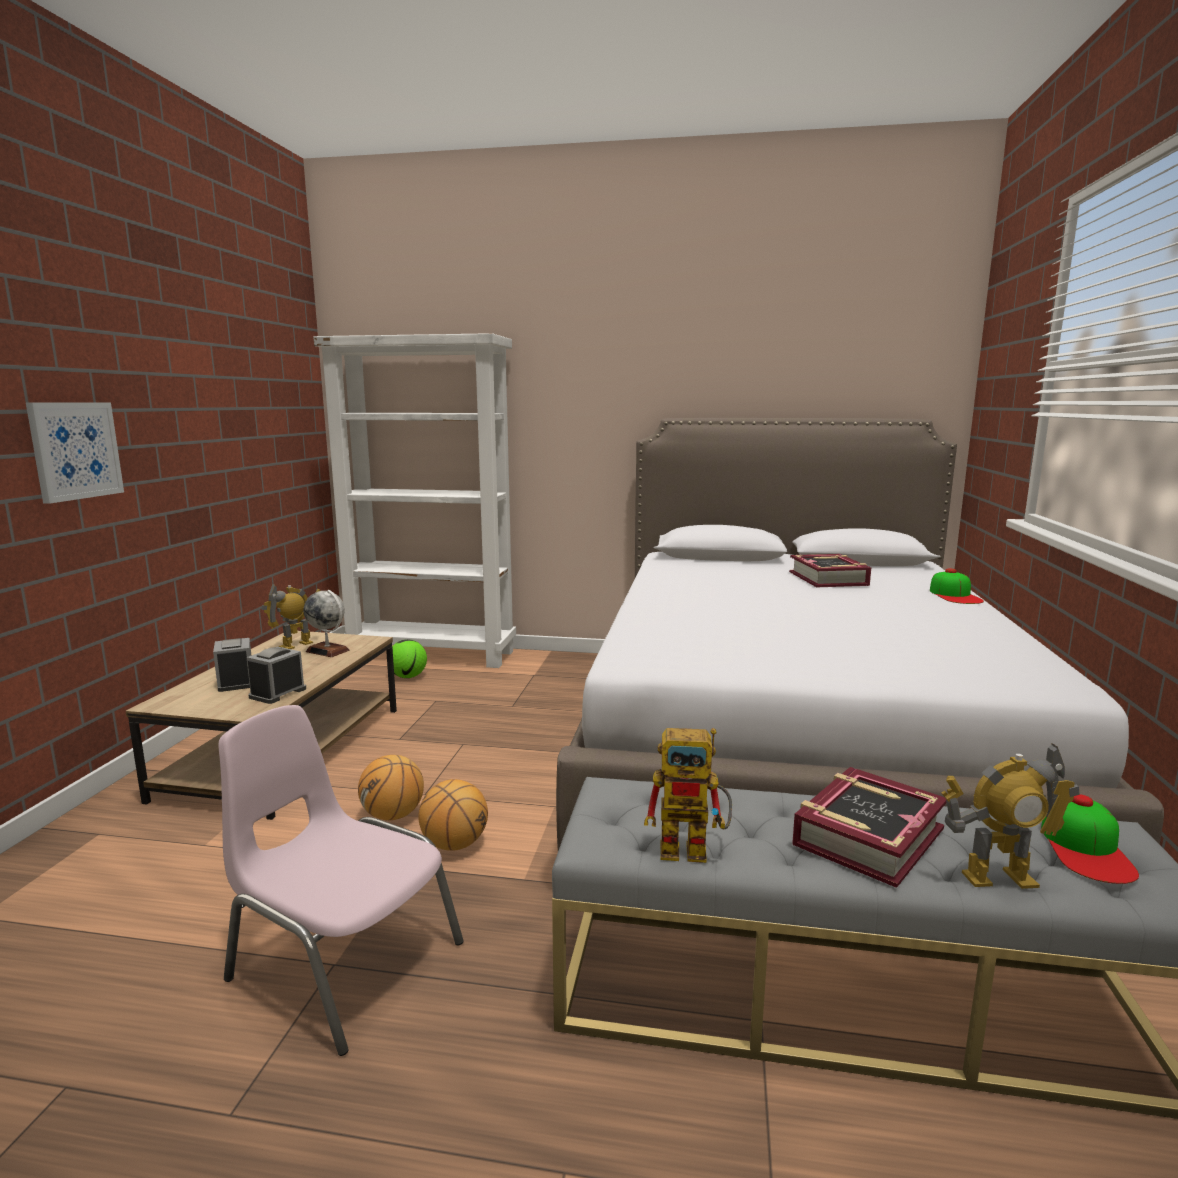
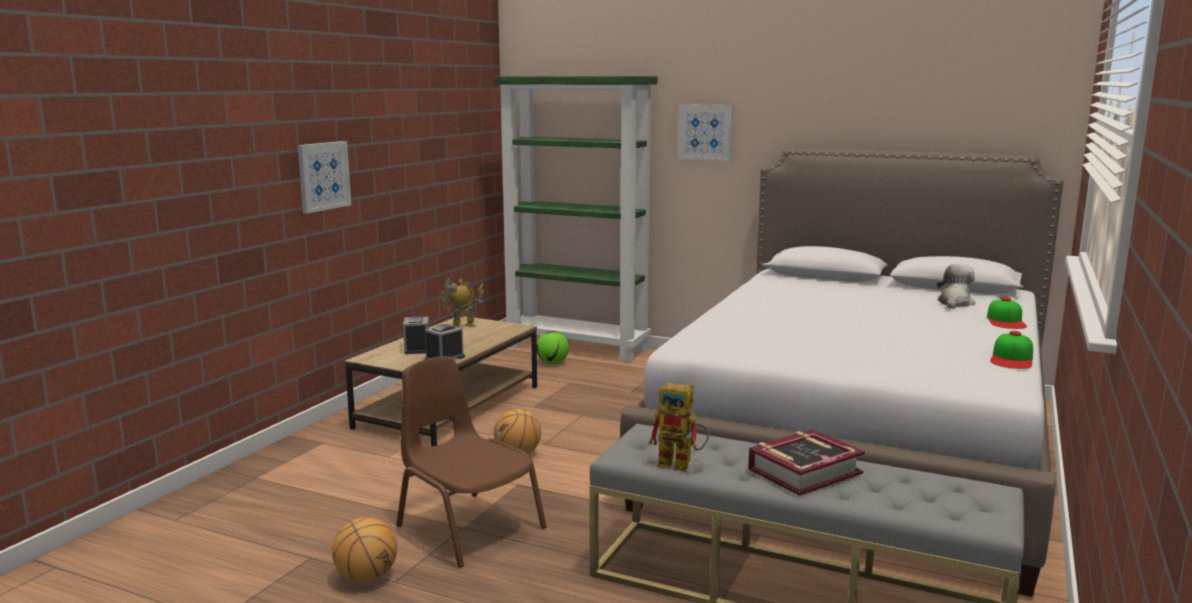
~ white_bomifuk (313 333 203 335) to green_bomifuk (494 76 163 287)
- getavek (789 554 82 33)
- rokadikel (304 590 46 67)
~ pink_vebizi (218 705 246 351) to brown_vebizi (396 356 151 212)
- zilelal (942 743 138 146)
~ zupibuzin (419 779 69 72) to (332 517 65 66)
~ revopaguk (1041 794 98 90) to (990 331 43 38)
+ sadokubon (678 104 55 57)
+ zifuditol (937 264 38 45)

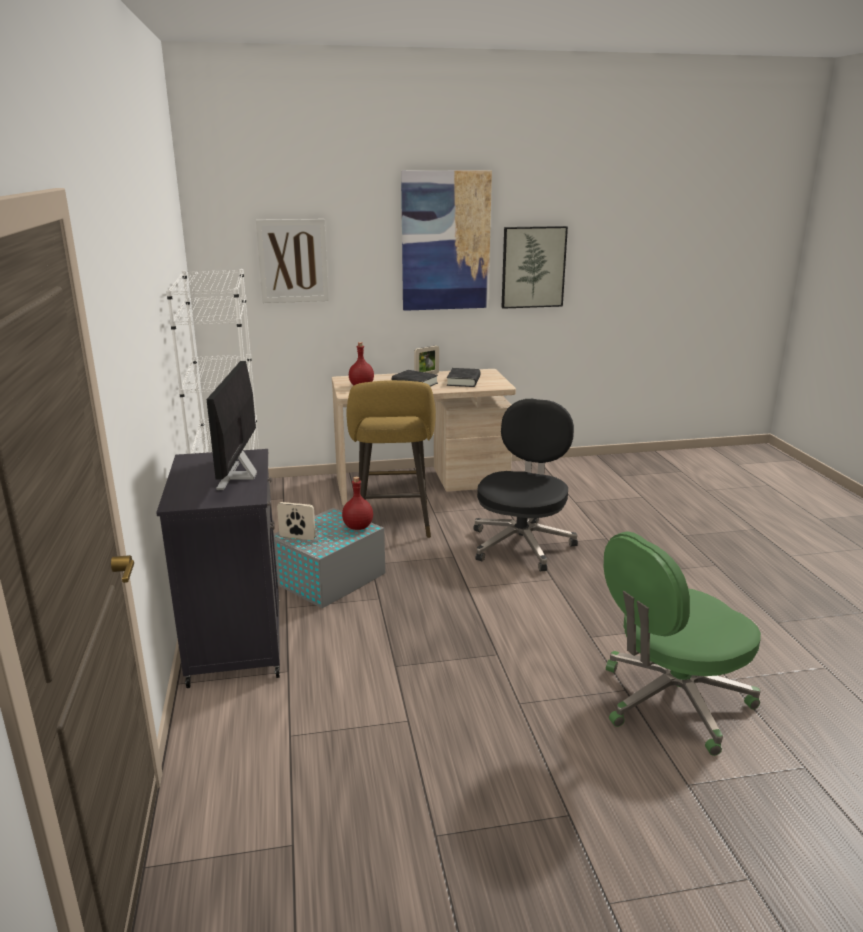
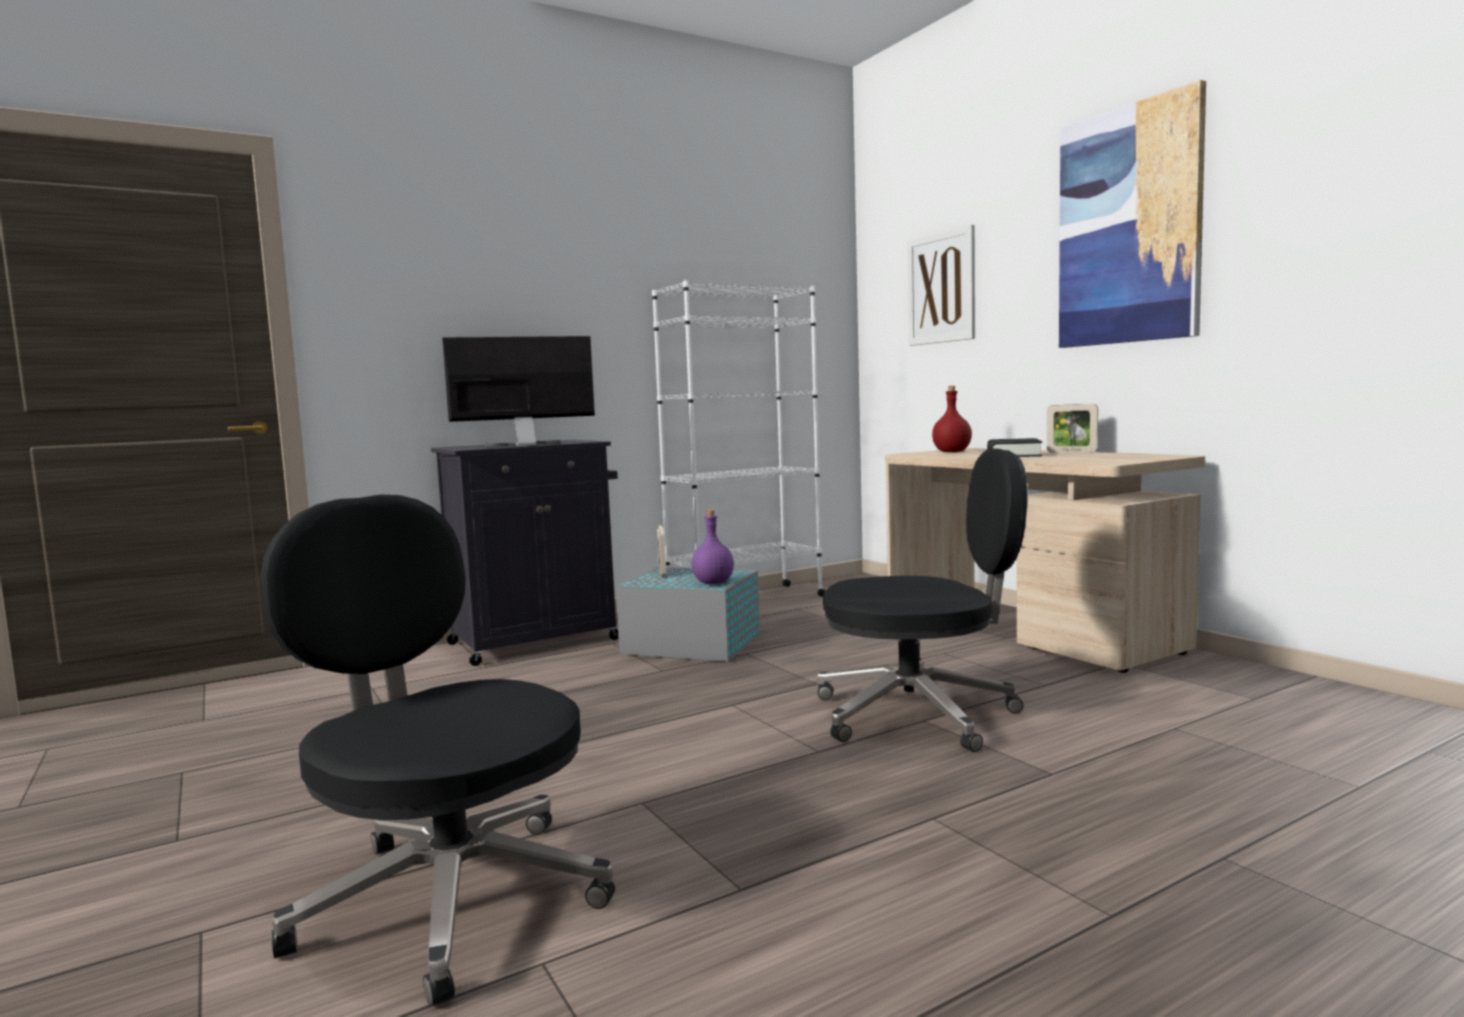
- sadokubon (501 226 67 83)
- black_getavek (447 368 33 19)
- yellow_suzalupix (346 380 90 158)
~ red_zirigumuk (342 477 31 53) to purple_zirigumuk (692 510 42 74)
~ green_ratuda (604 532 157 224) to black_ratuda (260 495 355 511)

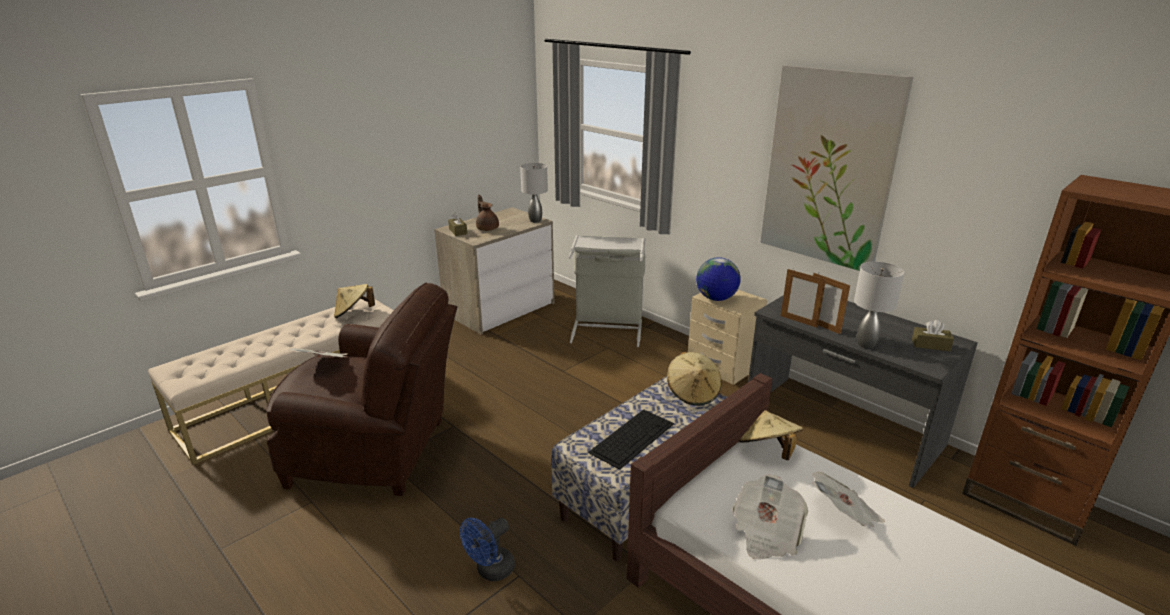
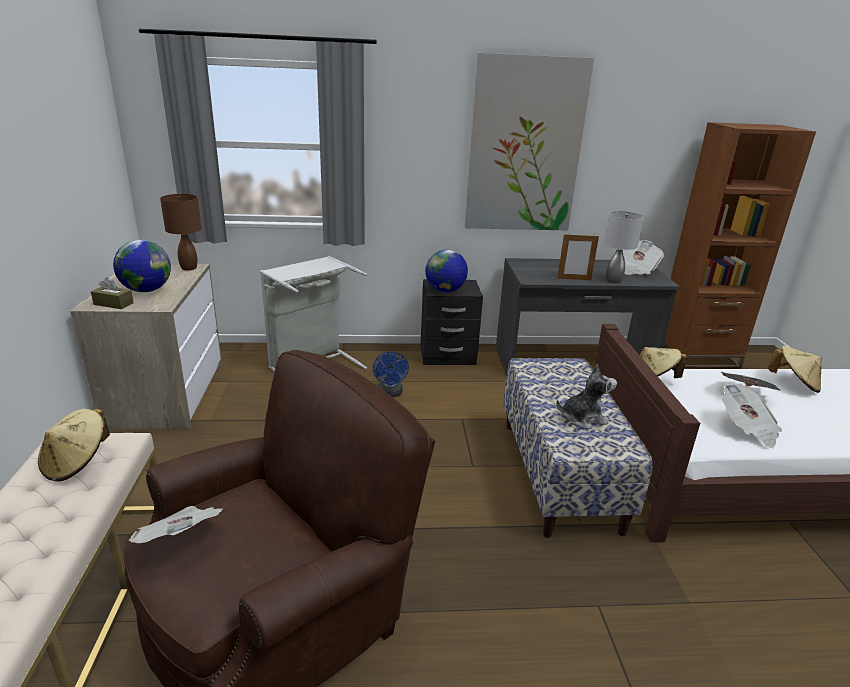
~ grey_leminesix (520 163 28 59) to brown_leminesix (160 194 42 77)
~ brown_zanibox (476 195 23 36) to rokadikel (113 240 58 52)
- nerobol (781 269 45 59)
~ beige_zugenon (688 290 79 95) to black_zugenon (420 279 63 86)
~ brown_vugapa (912 320 42 31) to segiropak (623 240 41 35)
~ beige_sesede (667 352 55 53) to (769 345 53 48)
~ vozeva (588 409 86 61) to zifuditol (557 364 60 65)
~ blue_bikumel (460 518 55 63) to (373 351 36 46)

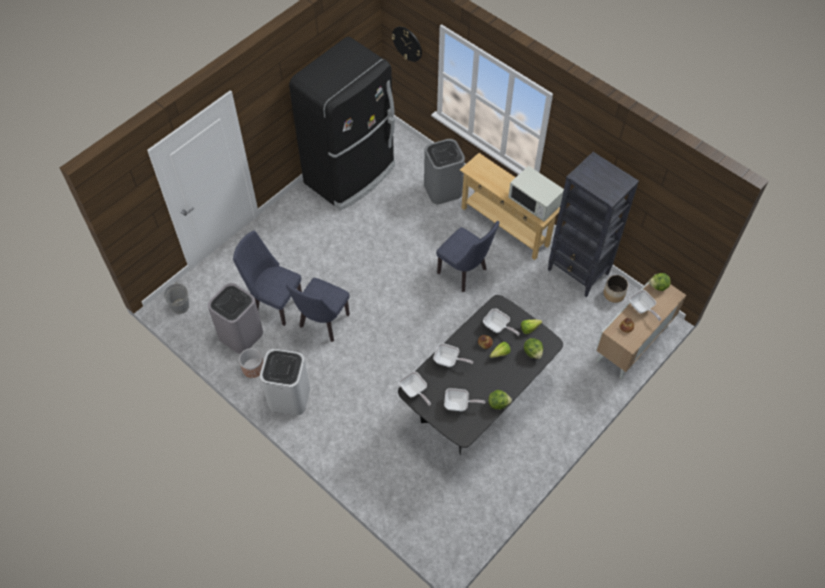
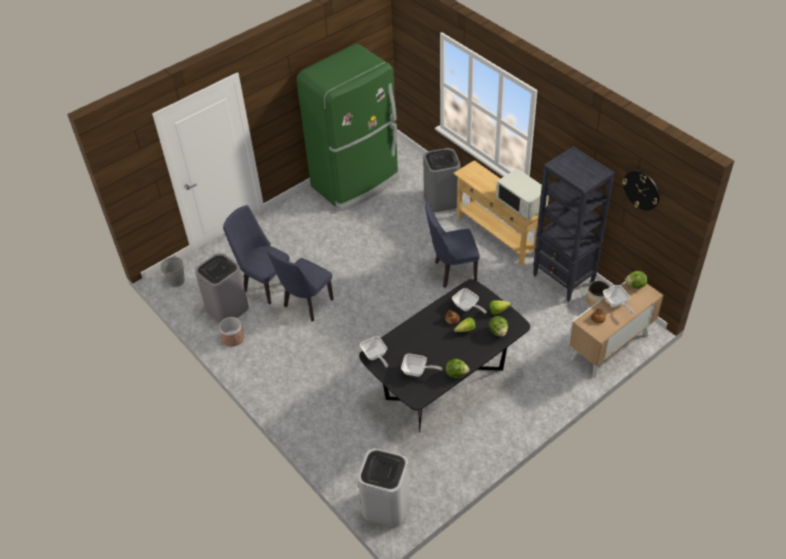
~ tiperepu (392 26 30 36) to (623 170 37 40)
~ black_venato (289 37 106 174) to green_venato (297 44 102 167)
~ blue_vebizi (436 221 63 71) = (425 202 55 86) 120 degrees clockwise
- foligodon (433 343 40 24)
~ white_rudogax (260 349 50 66) to (358 448 52 79)

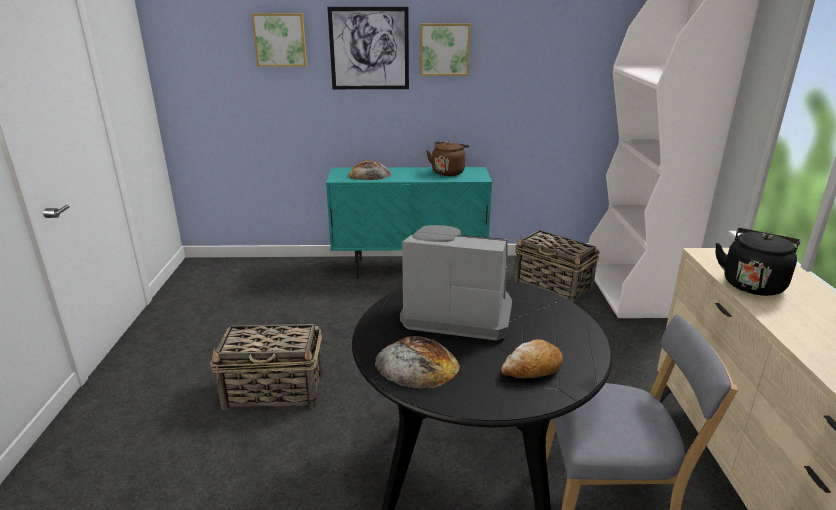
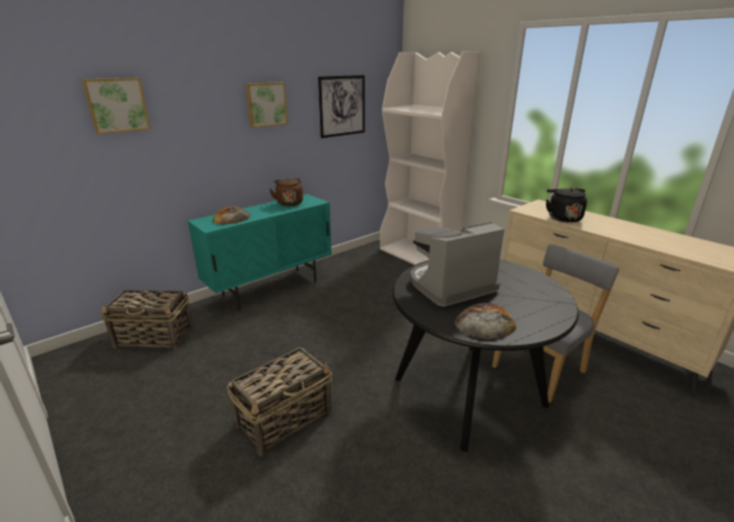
~ sadokubon (327 7 82 82) to (318 75 47 63)
~ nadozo (514 230 86 73) to (100 290 93 60)
- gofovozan (501 339 62 40)

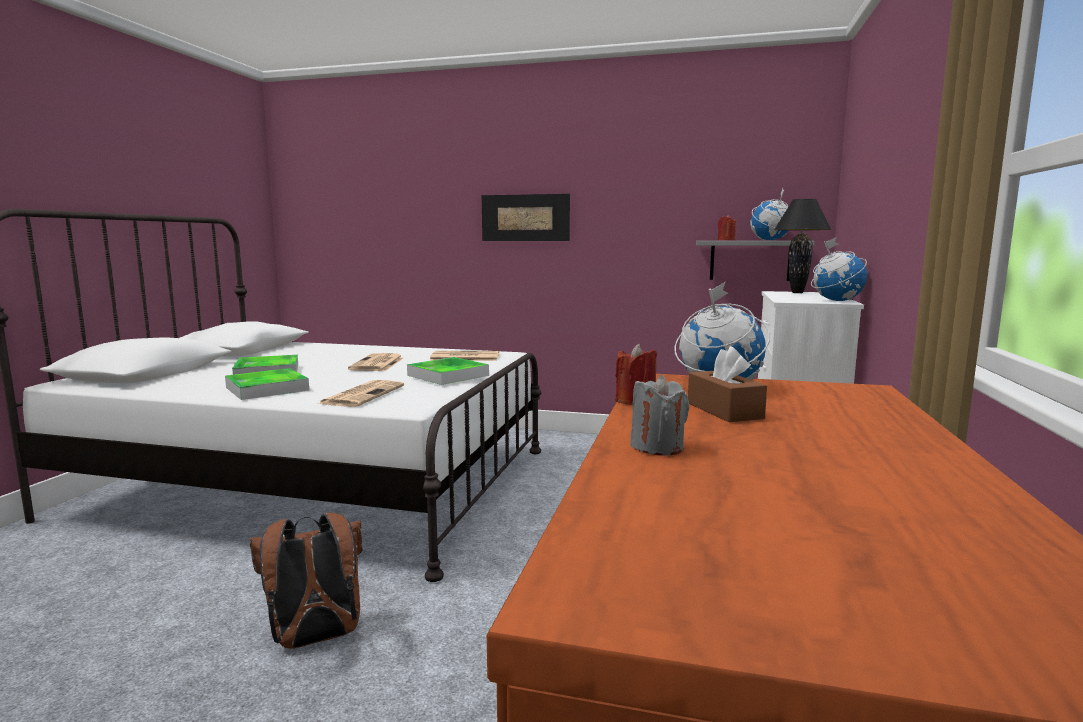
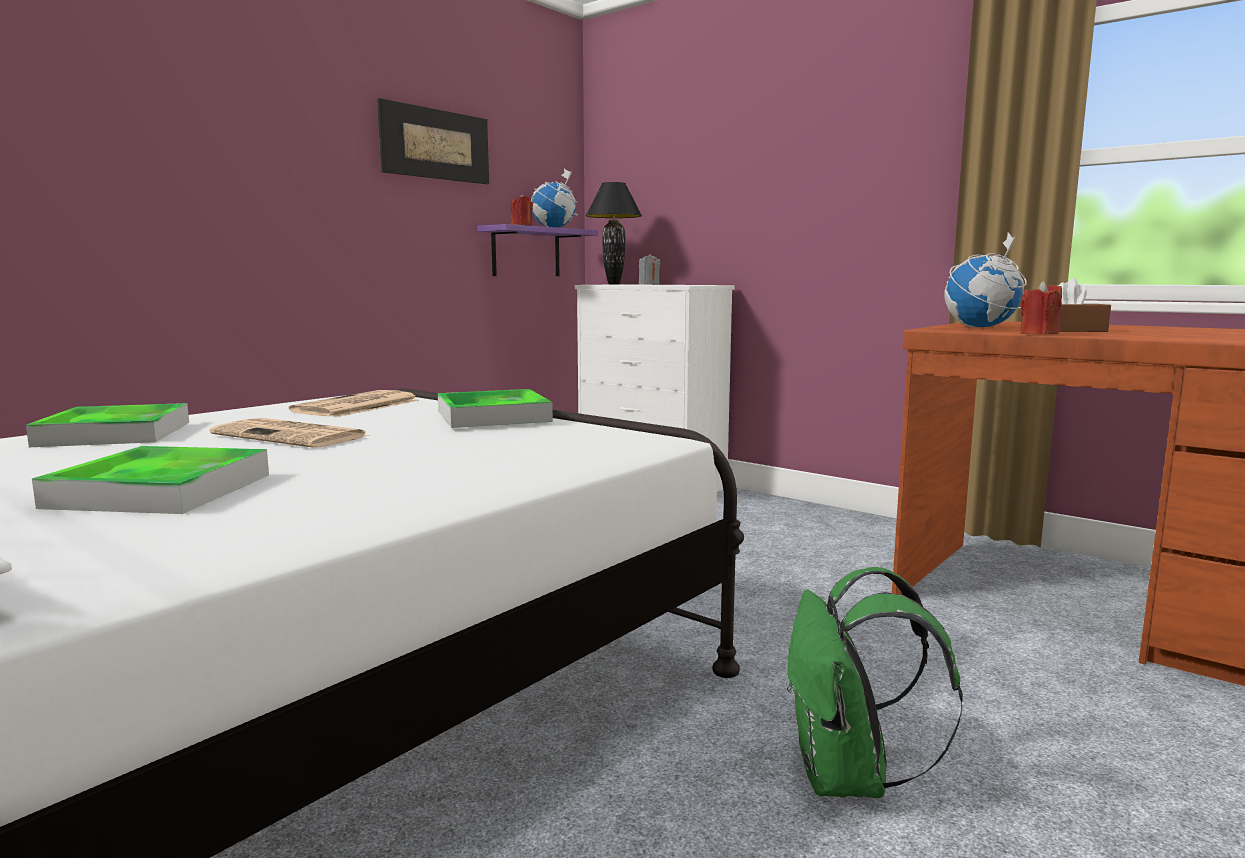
~ sadokubon (482 194 88 47) to (377 98 112 86)
- rokadikel (811 237 56 64)
~ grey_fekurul (696 241 119 40) to purple_fekurul (477 224 121 52)
~ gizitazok (225 368 84 32) to (26 403 163 44)
~ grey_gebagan (630 375 59 81) to (639 254 21 31)
- segiropak (318 380 86 27)
~ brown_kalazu (250 513 112 136) to green_kalazu (787 567 176 231)

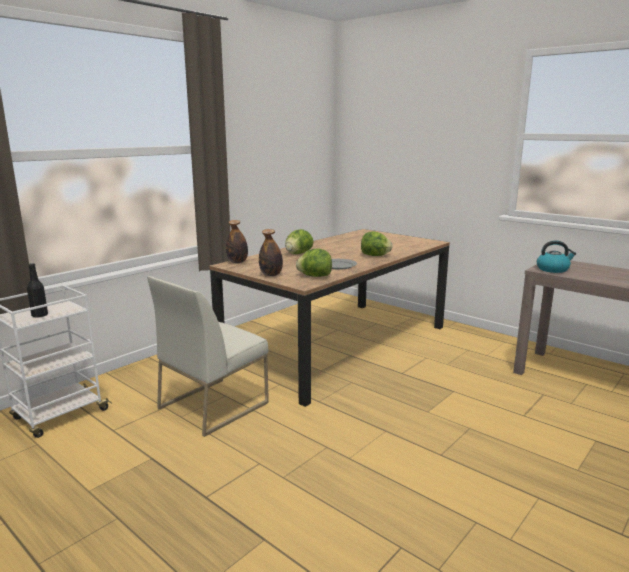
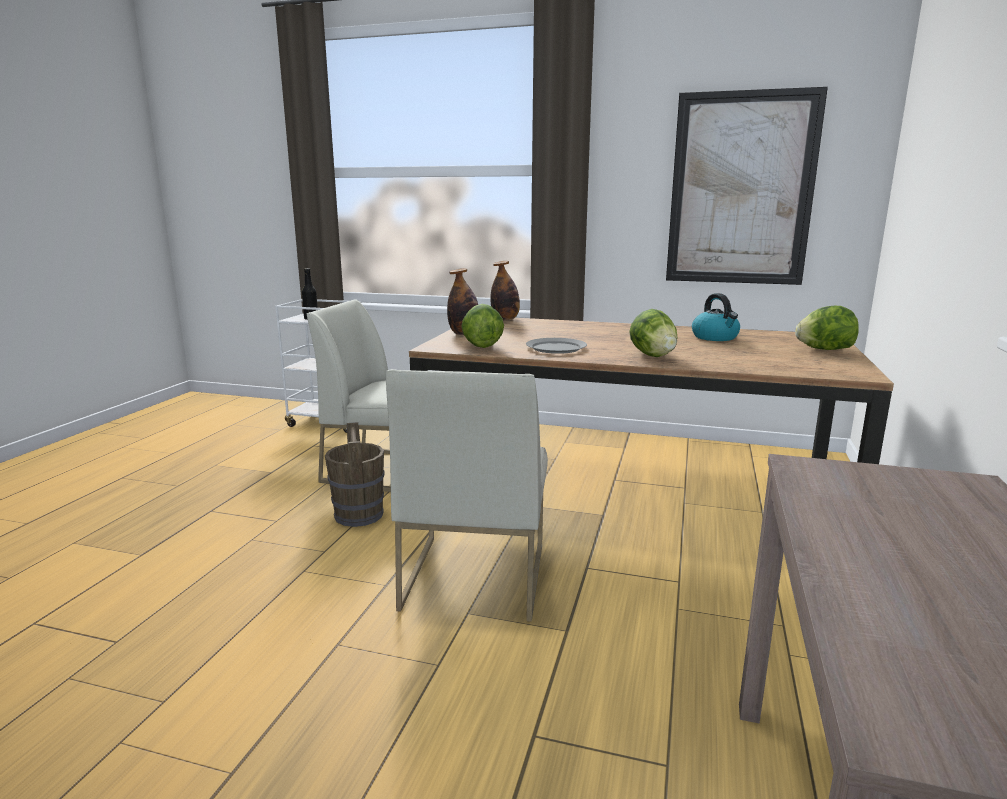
~ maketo (285 229 28 25) to (795 306 64 44)
~ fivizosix (537 241 39 32) to (692 293 48 48)
+ sadokubon (666 87 162 198)
+ white_vebizi (386 369 162 253)
+ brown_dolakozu (325 422 59 105)

